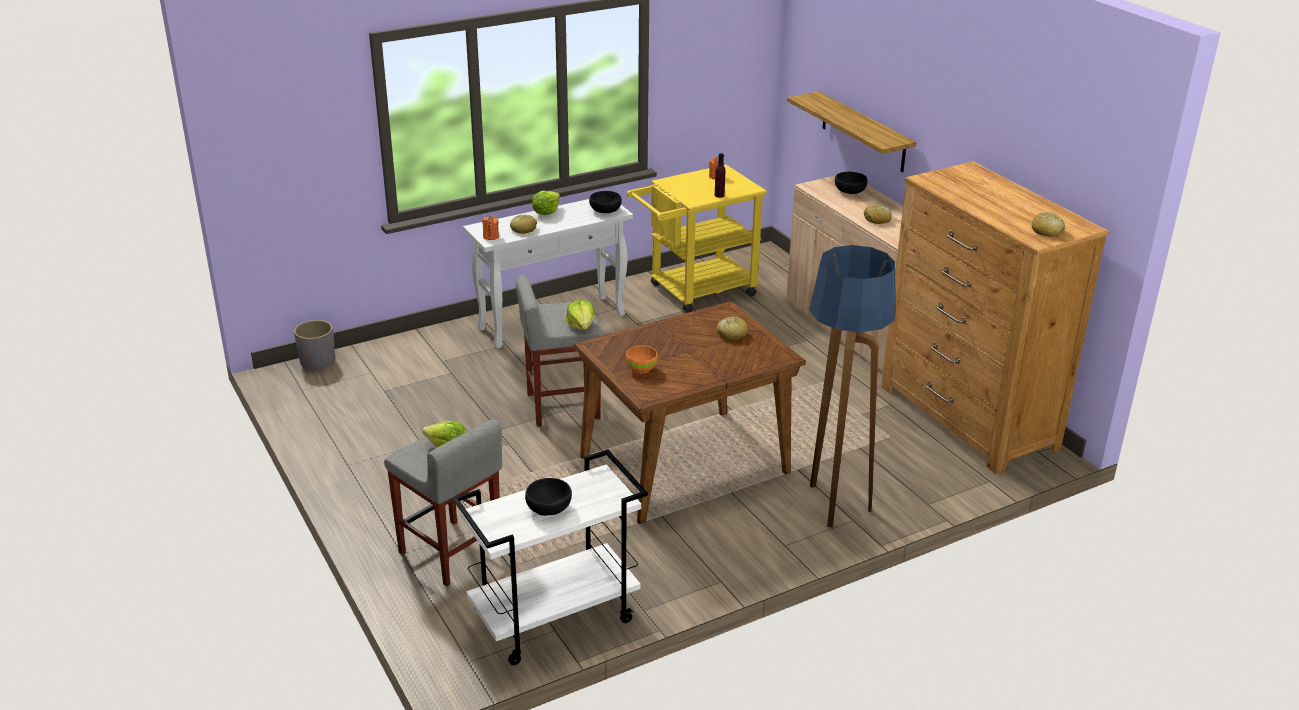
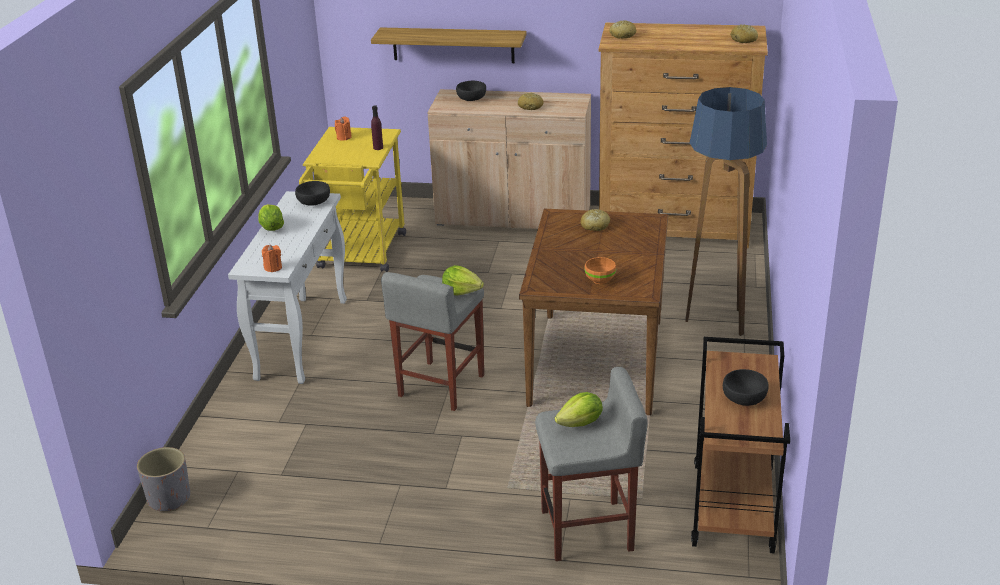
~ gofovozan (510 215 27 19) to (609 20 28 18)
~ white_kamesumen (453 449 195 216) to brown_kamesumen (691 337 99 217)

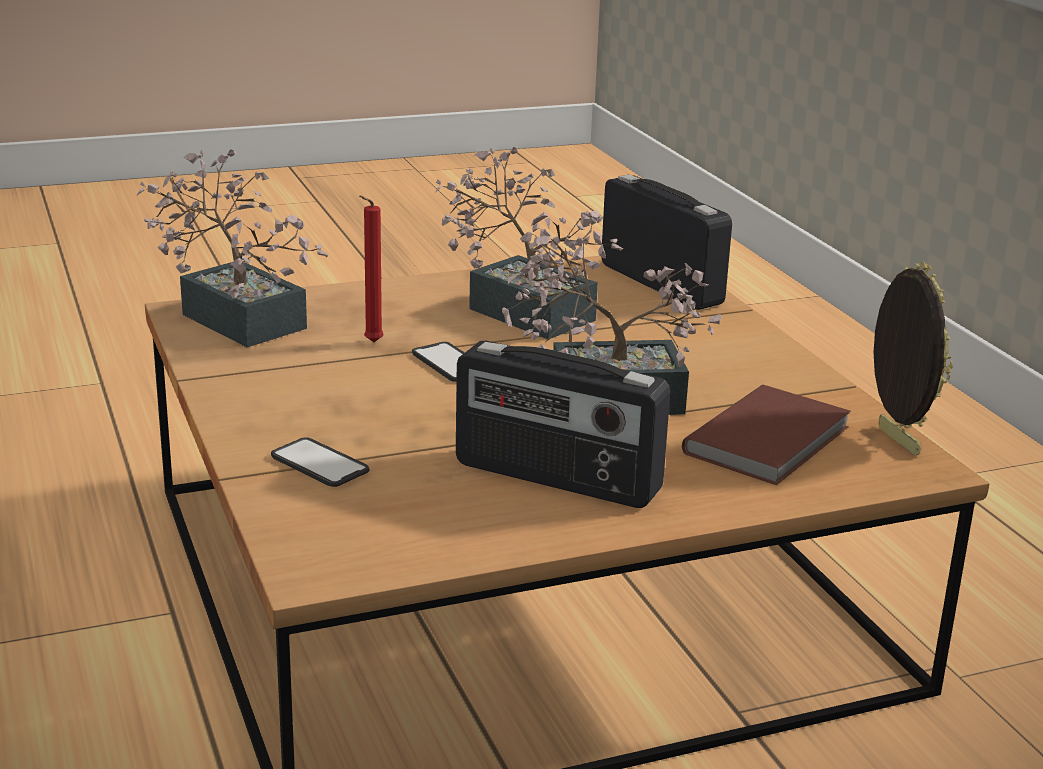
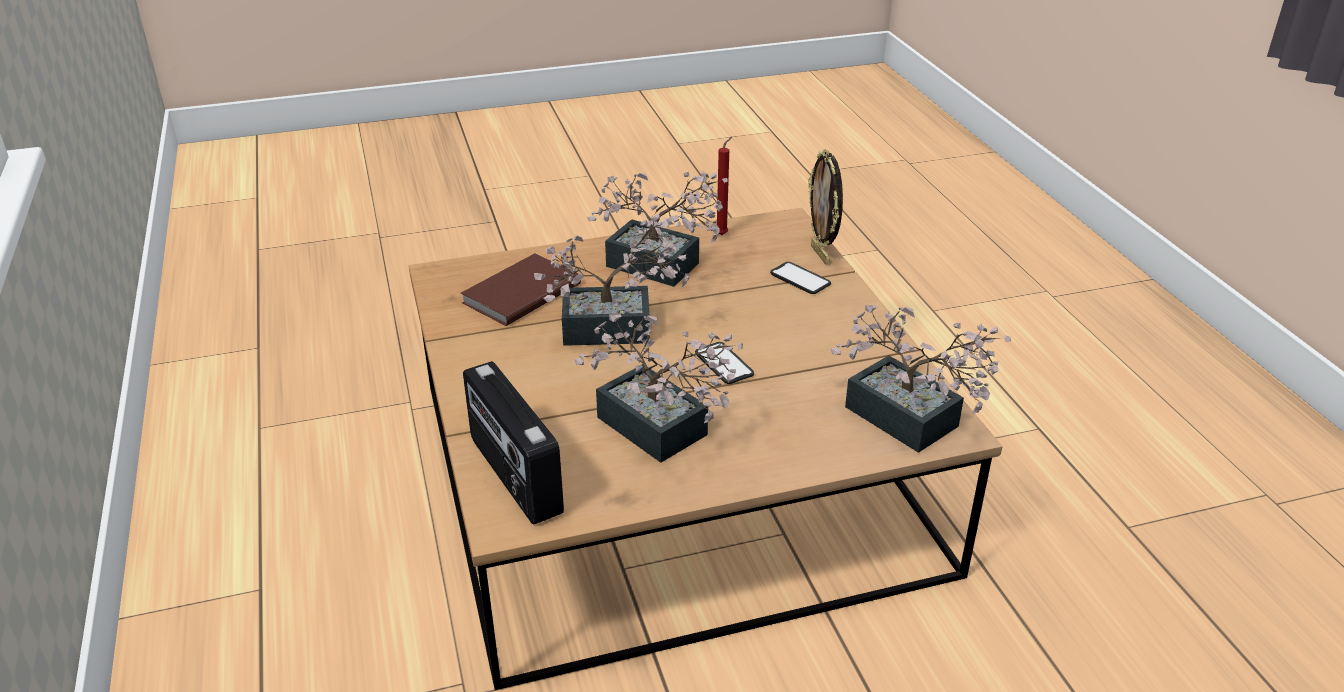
~ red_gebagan (359 196 25 146) to (717 137 15 98)
~ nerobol (874 262 79 194) to (808 149 35 115)
~ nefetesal (456 341 214 167) to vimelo (587 171 141 116)

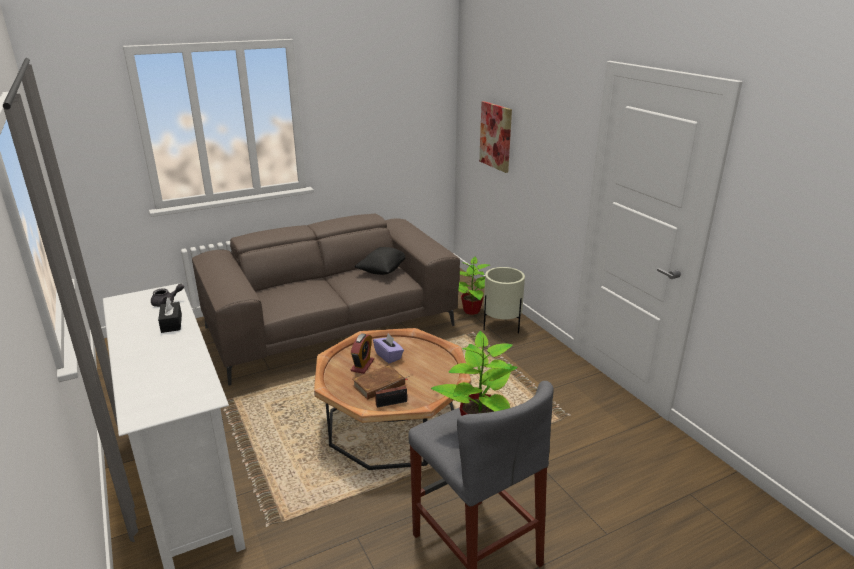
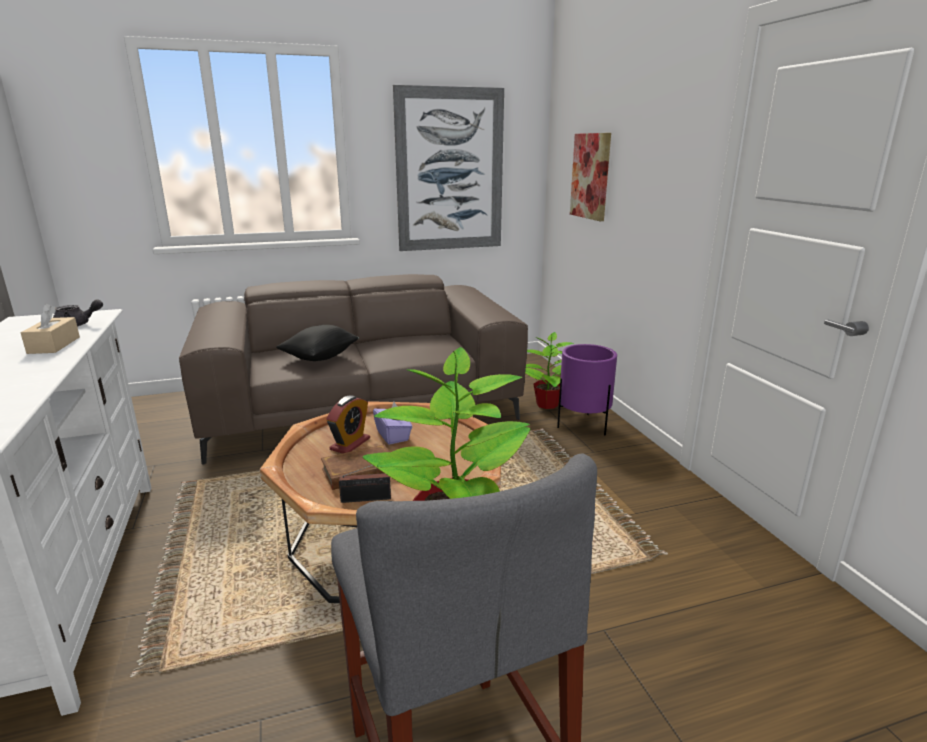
~ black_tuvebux (354 247 51 28) to (276 325 83 36)
~ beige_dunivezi (483 267 42 67) to purple_dunivezi (557 344 60 91)
~ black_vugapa (158 297 24 36) to beige_vugapa (21 303 59 51)
+ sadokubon (393 85 111 166)

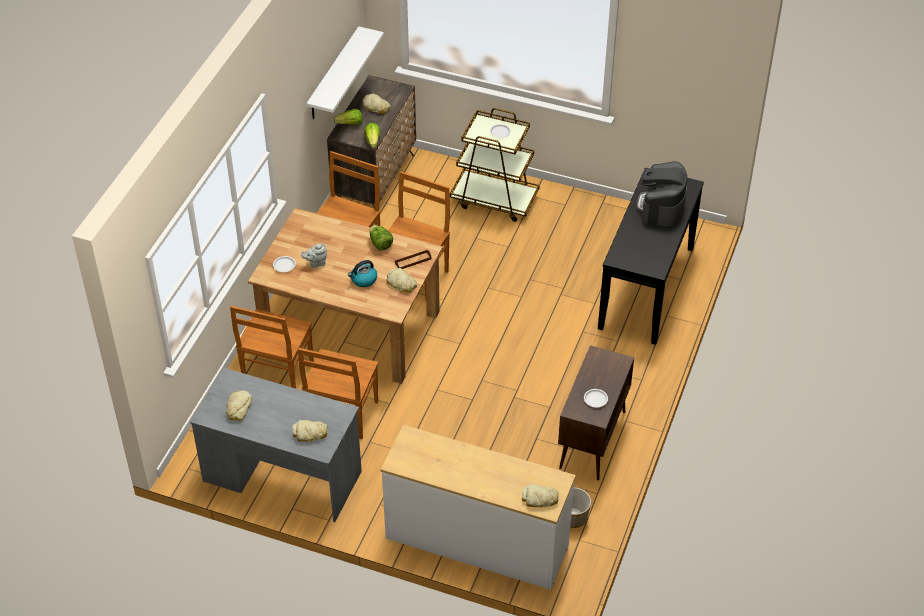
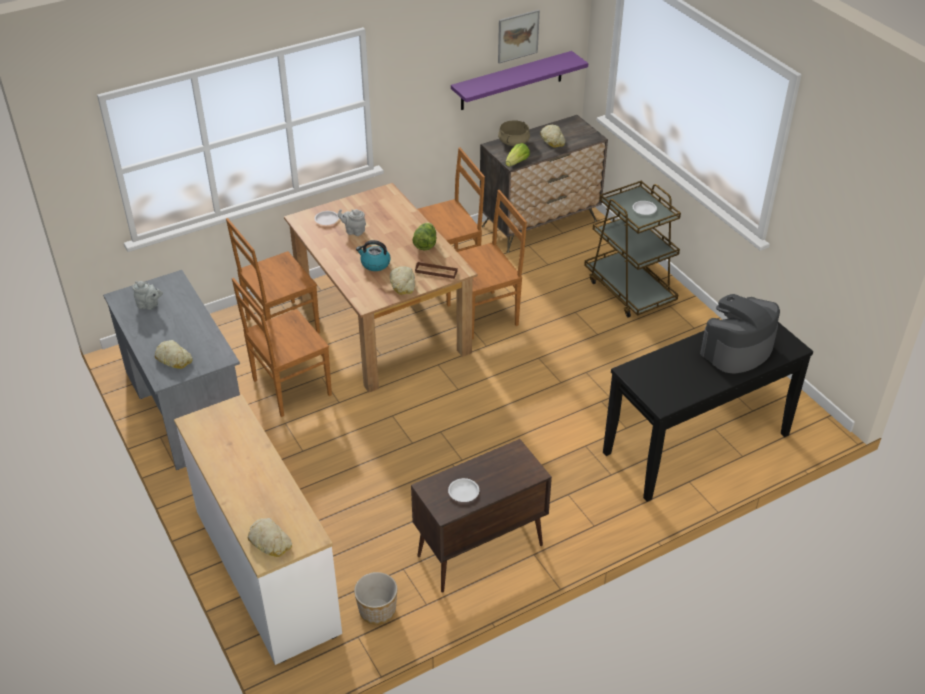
~ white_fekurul (306 26 78 93) to purple_fekurul (451 51 138 59)
~ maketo (334 109 28 16) to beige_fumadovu (498 120 32 26)
~ gofovozan (226 391 26 30) to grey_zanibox (132 281 31 29)
+ sadokubon (498 10 42 54)

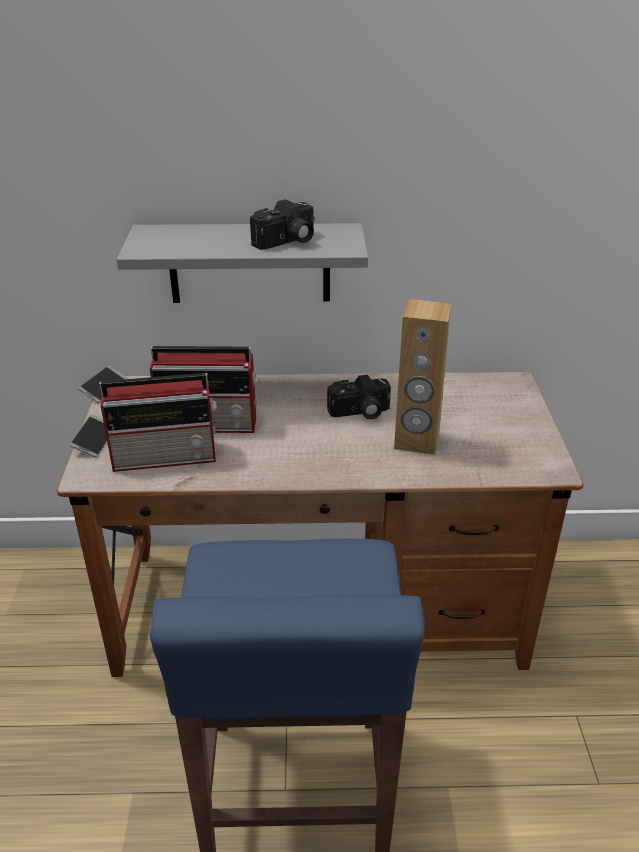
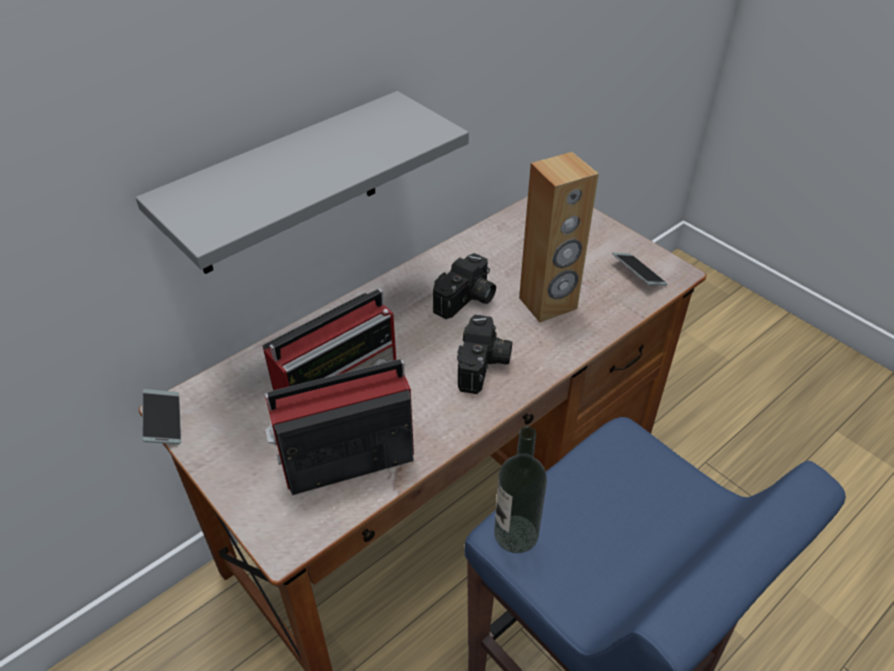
~ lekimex (250 199 65 51) to (457 315 55 79)
~ nefetesal (99 373 118 99) = (265 359 149 136) 150 degrees counterclockwise
~ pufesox (70 414 37 44) to (612 252 55 33)
+ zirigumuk (494 426 53 127)

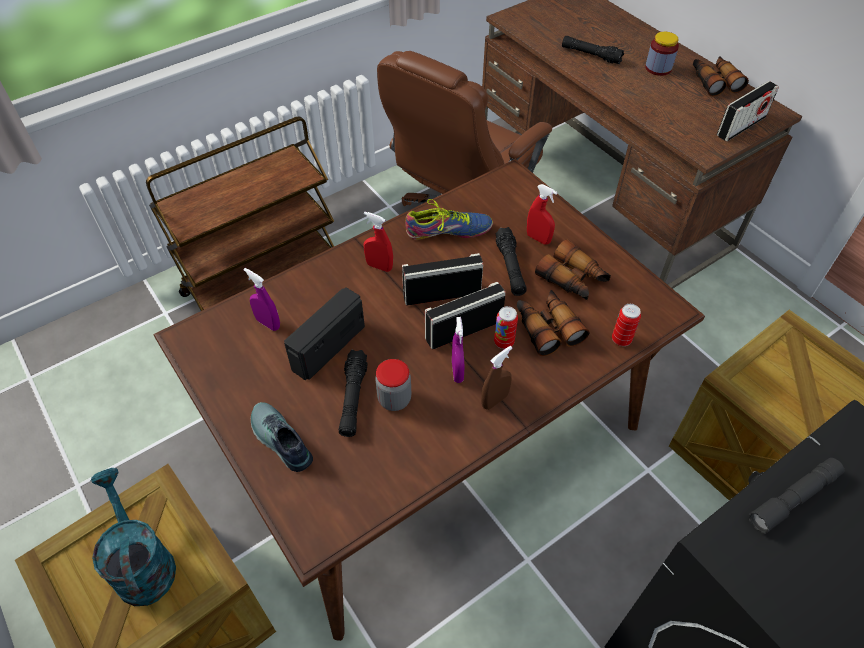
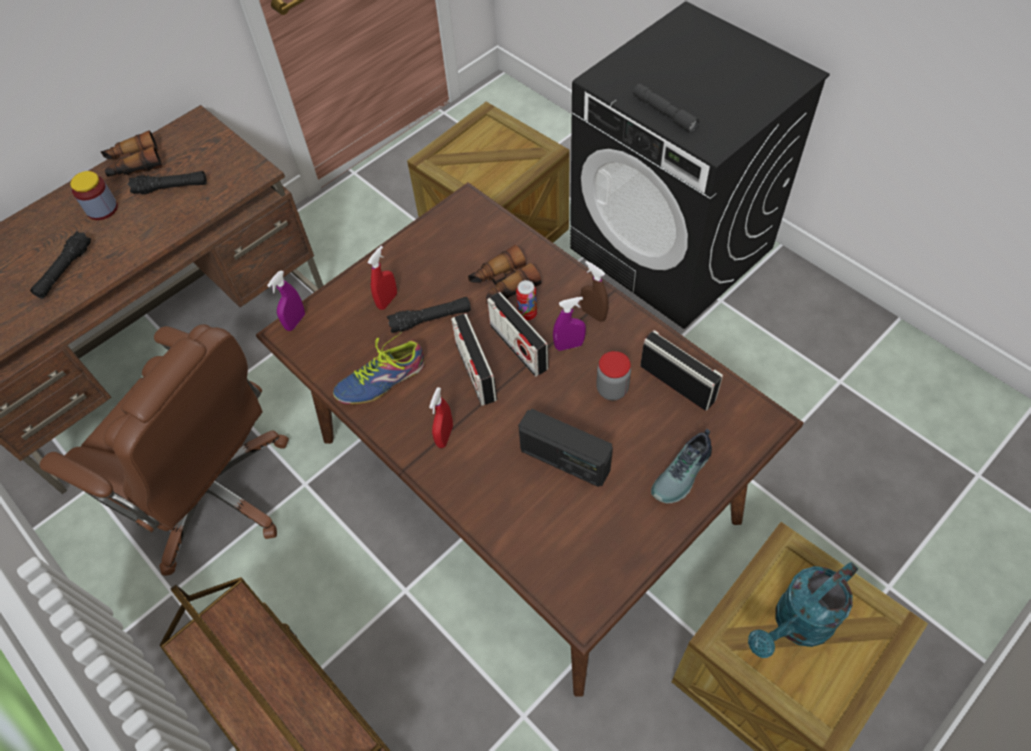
~ nefetesal (717 81 62 60) to (640 330 83 81)
~ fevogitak (405 199 88 41) = (333 332 92 72) 105 degrees counterclockwise
- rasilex (535 239 76 61)
~ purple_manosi (244 268 36 63) to (267 271 38 60)
- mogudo (612 304 29 42)
~ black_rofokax (338 350 30 87) to (128 171 79 23)

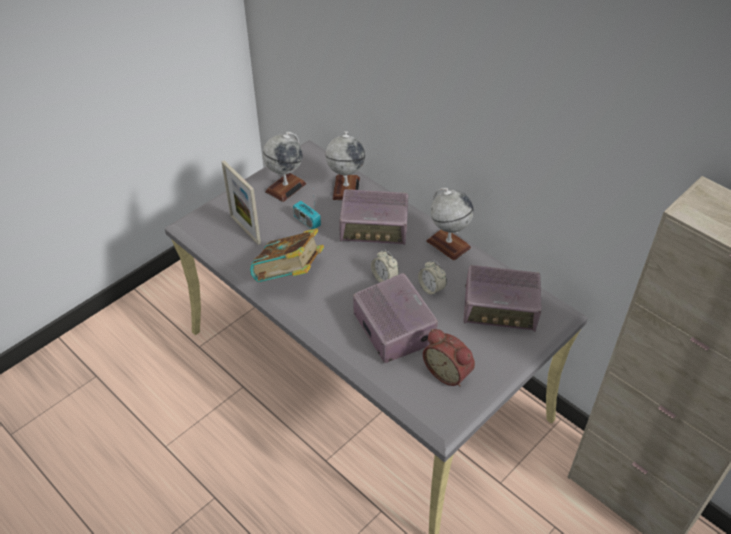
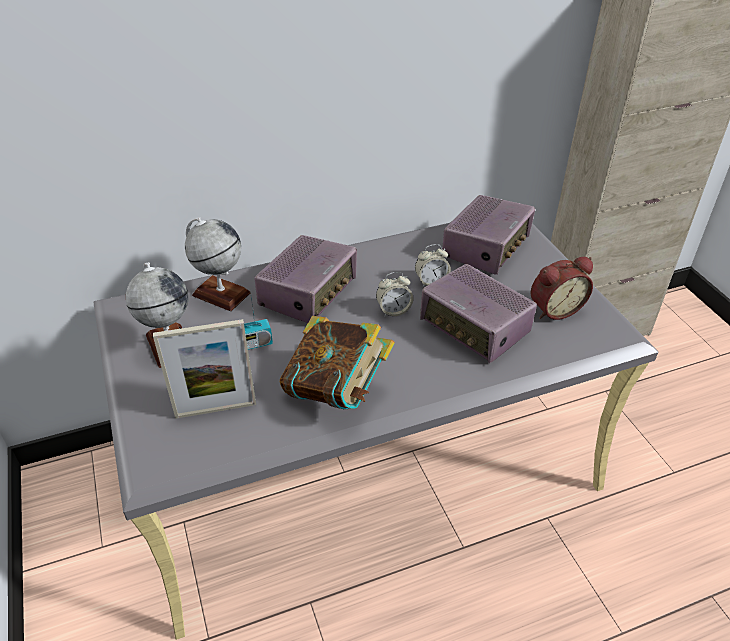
- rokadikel (426 188 48 73)
~ nefetesal (353 273 85 90) = (420 264 117 99) 135 degrees counterclockwise

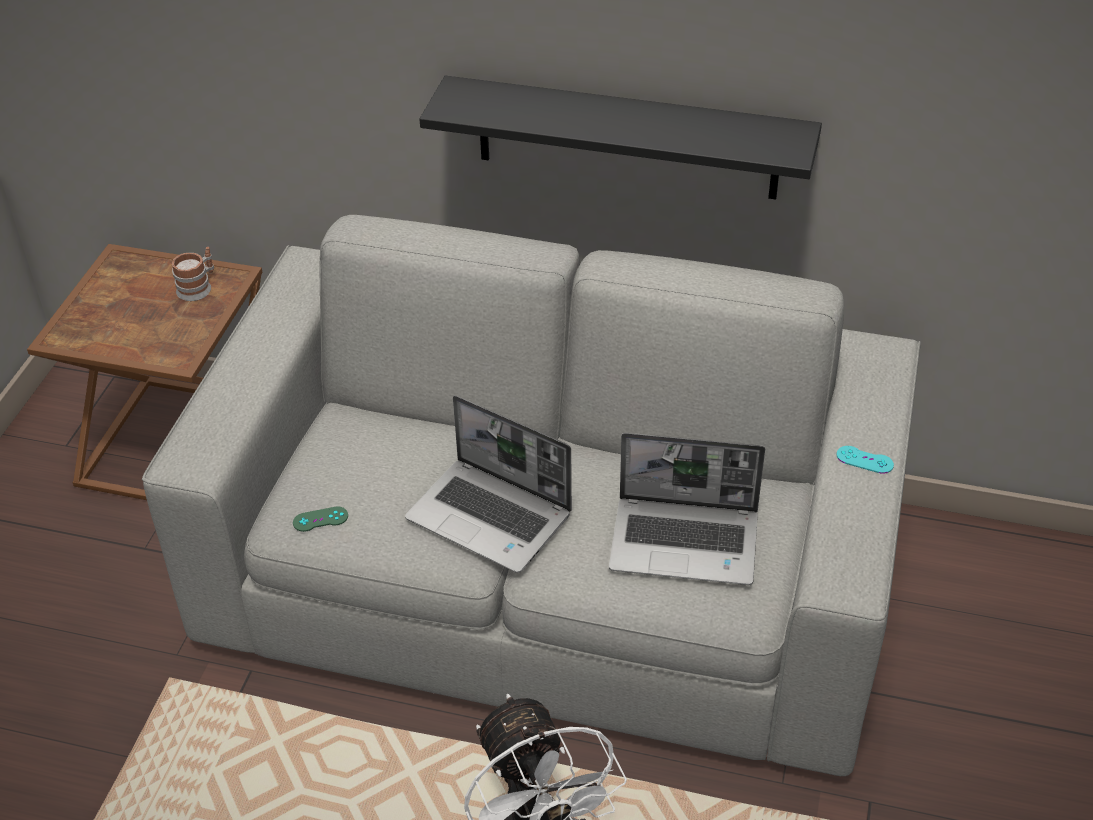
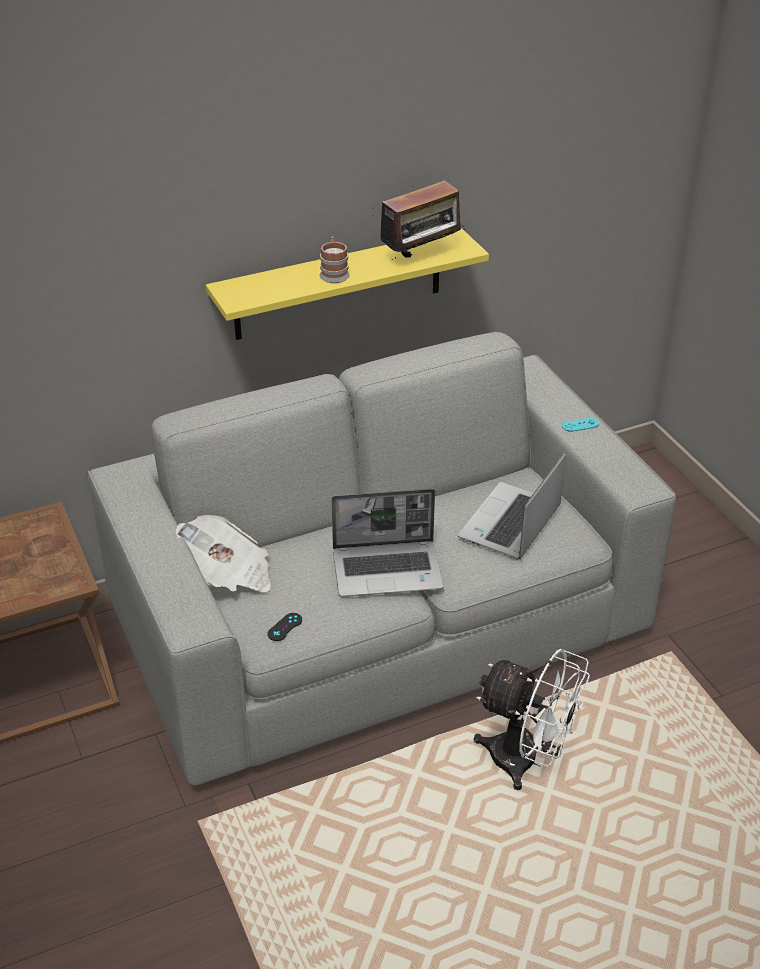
~ black_fekurul (419 76 403 124) to yellow_fekurul (206 228 283 112)
~ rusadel (172 247 42 54) to (320 236 30 47)
~ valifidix (609 433 156 152) = (458 452 108 108) 150 degrees clockwise
~ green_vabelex (293 506 55 26) to black_vabelex (268 613 34 28)
+ nefetesal (380 180 85 80)
+ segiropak (176 515 95 77)

